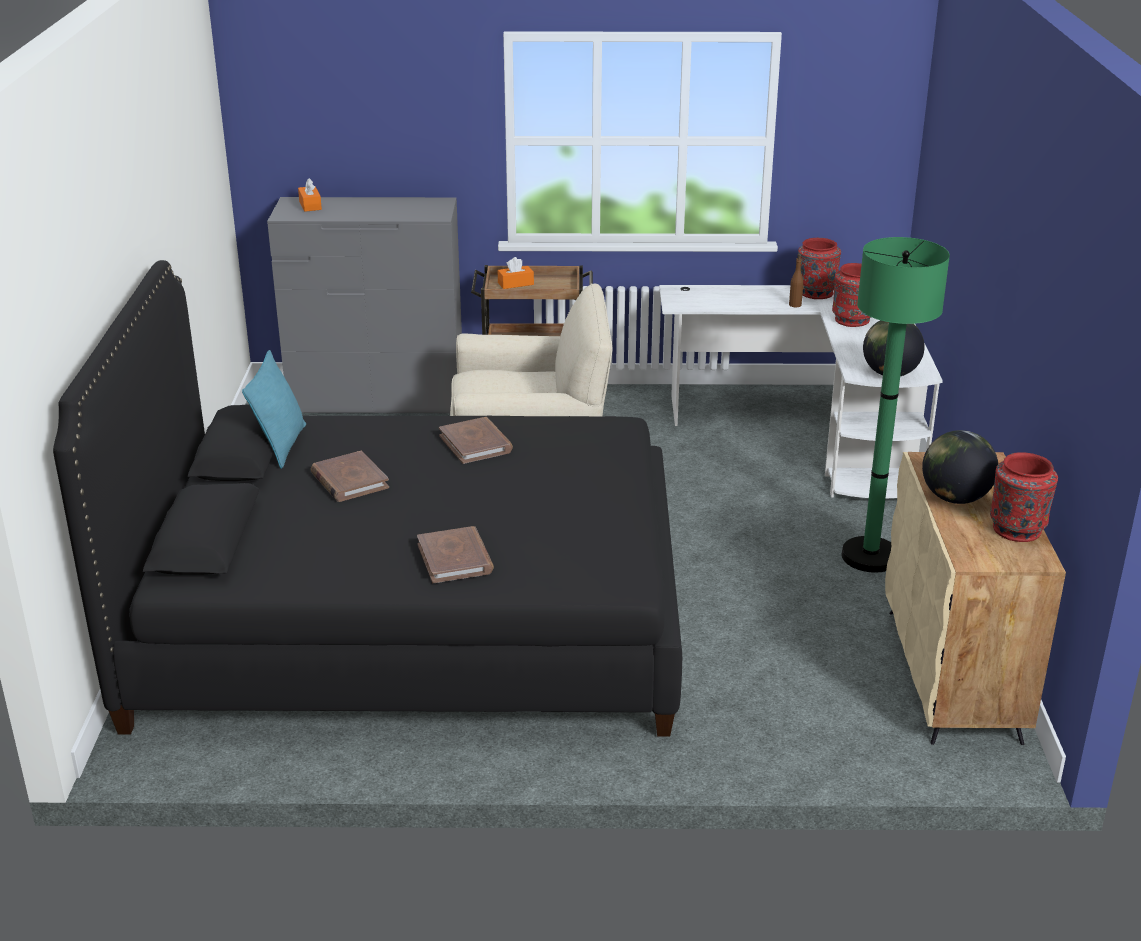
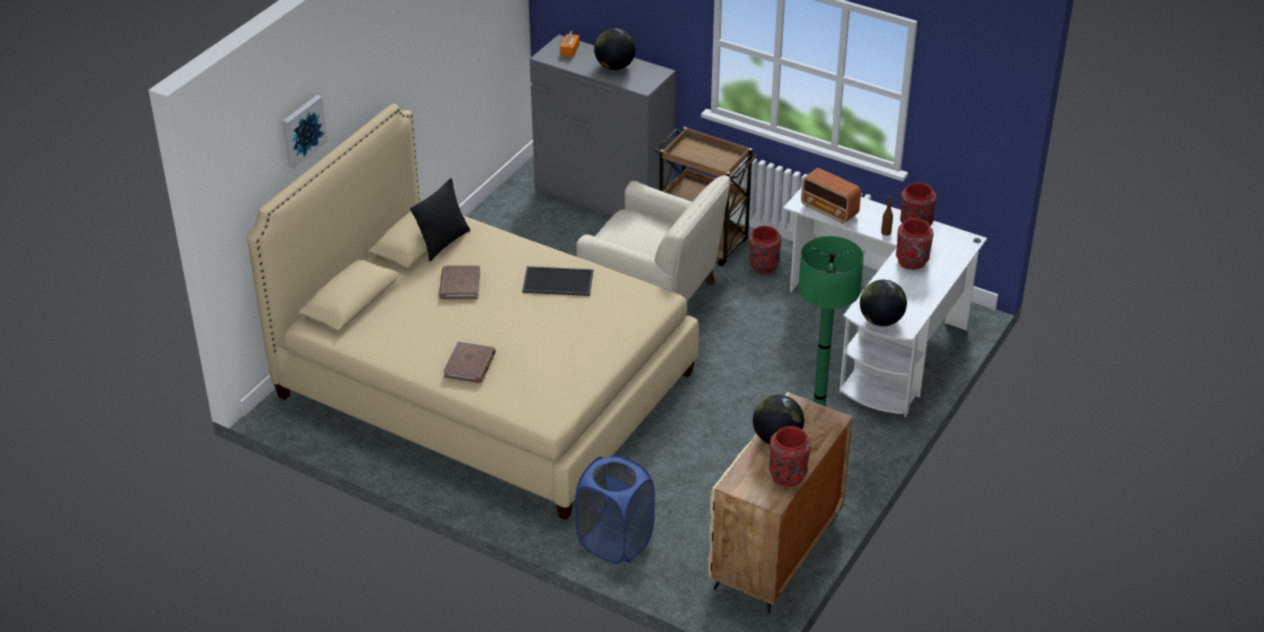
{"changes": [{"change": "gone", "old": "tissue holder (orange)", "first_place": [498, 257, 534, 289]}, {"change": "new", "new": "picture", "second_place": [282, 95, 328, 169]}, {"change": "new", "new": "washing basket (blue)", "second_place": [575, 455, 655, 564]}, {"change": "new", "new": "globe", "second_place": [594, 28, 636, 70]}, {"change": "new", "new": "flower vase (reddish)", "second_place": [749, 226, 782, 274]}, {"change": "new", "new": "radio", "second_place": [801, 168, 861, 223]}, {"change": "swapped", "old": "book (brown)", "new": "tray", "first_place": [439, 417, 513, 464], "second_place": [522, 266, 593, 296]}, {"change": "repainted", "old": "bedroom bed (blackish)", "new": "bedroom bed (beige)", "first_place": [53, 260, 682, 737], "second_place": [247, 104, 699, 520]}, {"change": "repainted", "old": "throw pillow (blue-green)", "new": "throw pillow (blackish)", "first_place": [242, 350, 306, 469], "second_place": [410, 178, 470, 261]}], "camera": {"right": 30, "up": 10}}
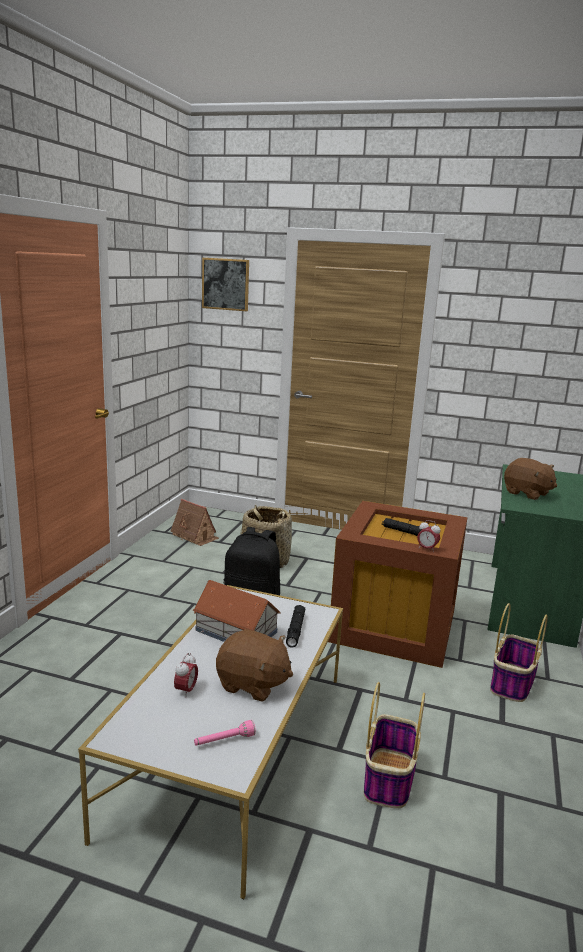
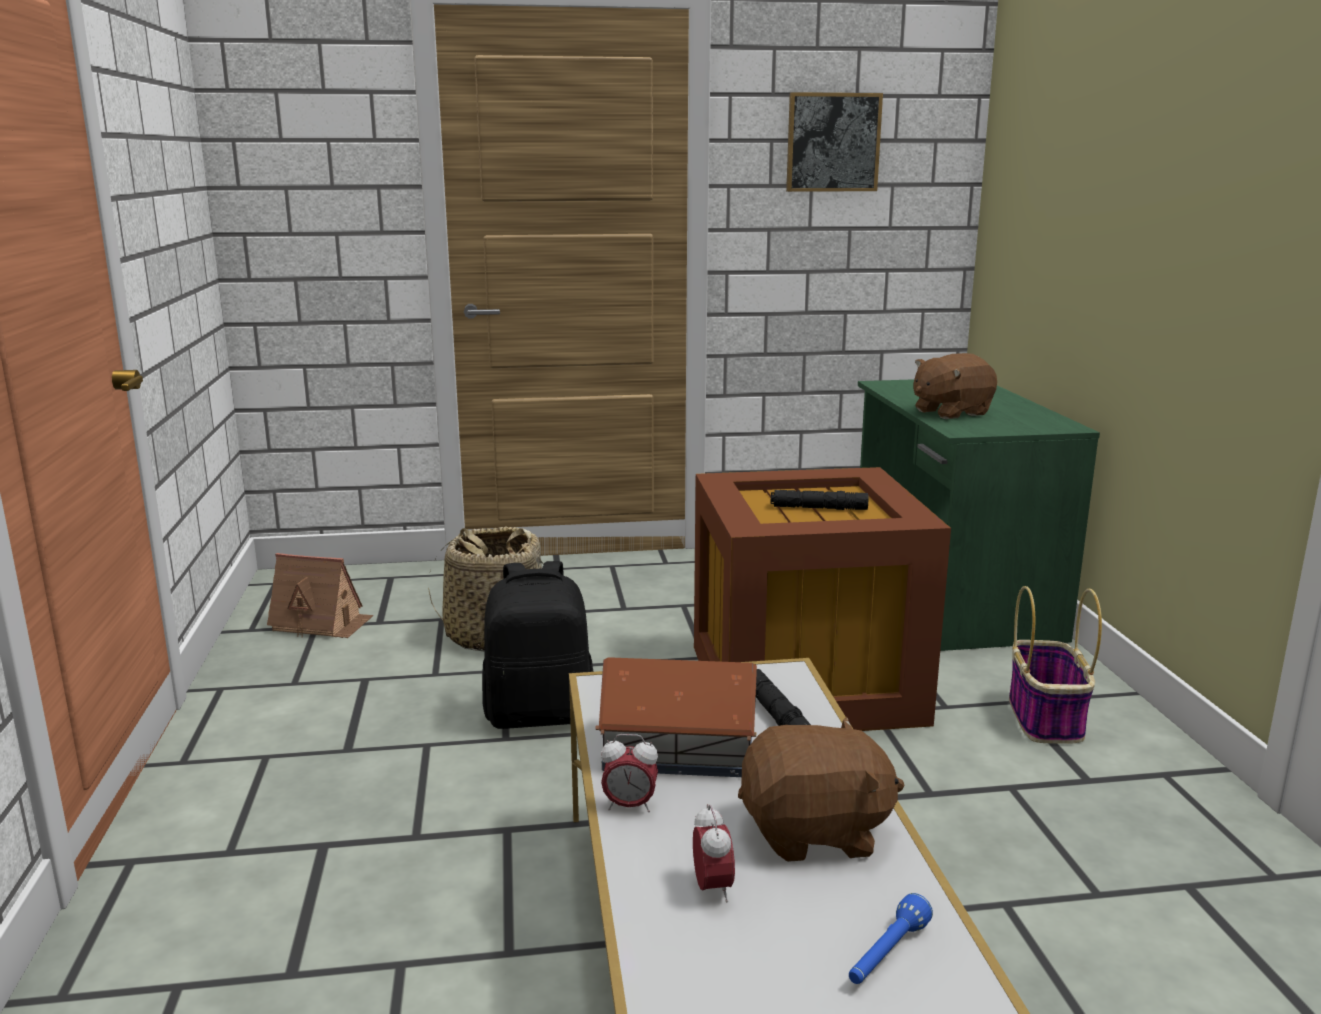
{"changes": [{"change": "gone", "old": "storage basket", "first_place": [364, 682, 425, 808]}, {"change": "shifted", "old": "picture", "first_place": [202, 258, 249, 311], "second_place": [786, 92, 883, 192]}, {"change": "shifted", "old": "alarm clock", "first_place": [417, 520, 441, 552], "second_place": [601, 734, 658, 812]}, {"change": "repainted", "old": "flashlight (pink)", "new": "flashlight (blue)", "first_place": [194, 720, 256, 746], "second_place": [849, 893, 933, 984]}, {"change": "rotated", "old": "plush toy (brown)", "first_place": [504, 458, 557, 500], "second_place": [913, 353, 997, 419], "degrees": 135}], "camera": {"right": -25, "up": 0}}
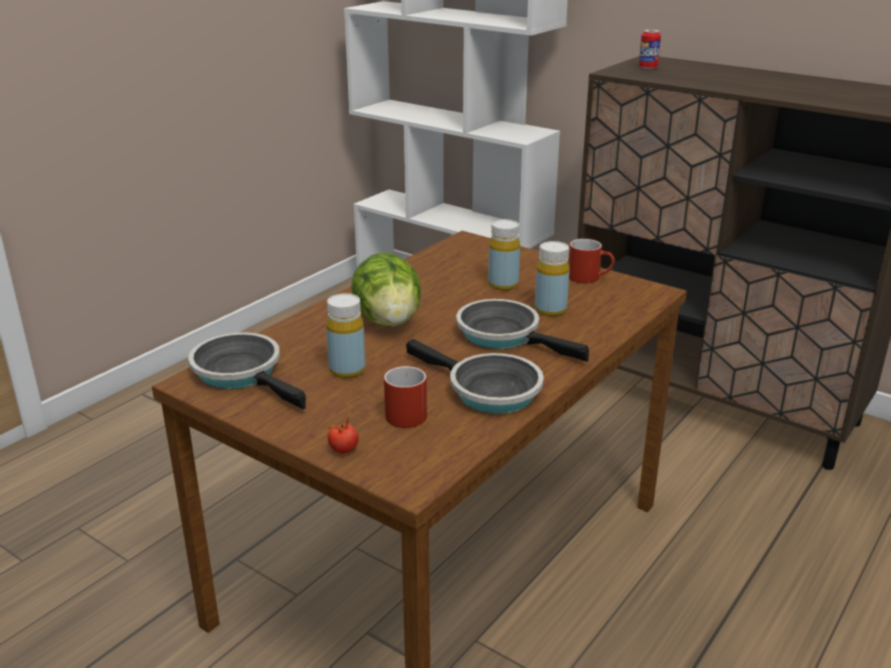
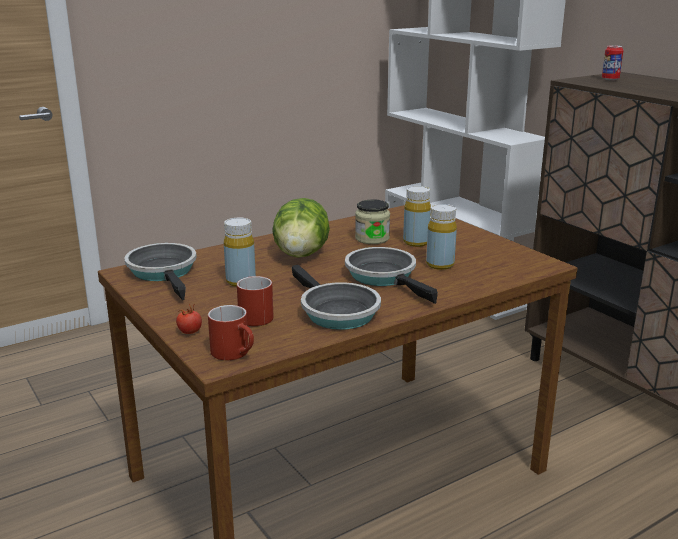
{"changes": [{"change": "new", "new": "jar", "second_place": [355, 199, 390, 244]}, {"change": "shifted", "old": "coffee mug (reddish)", "first_place": [568, 239, 615, 283], "second_place": [208, 305, 254, 360]}], "camera": {"right": 20, "up": -5}}
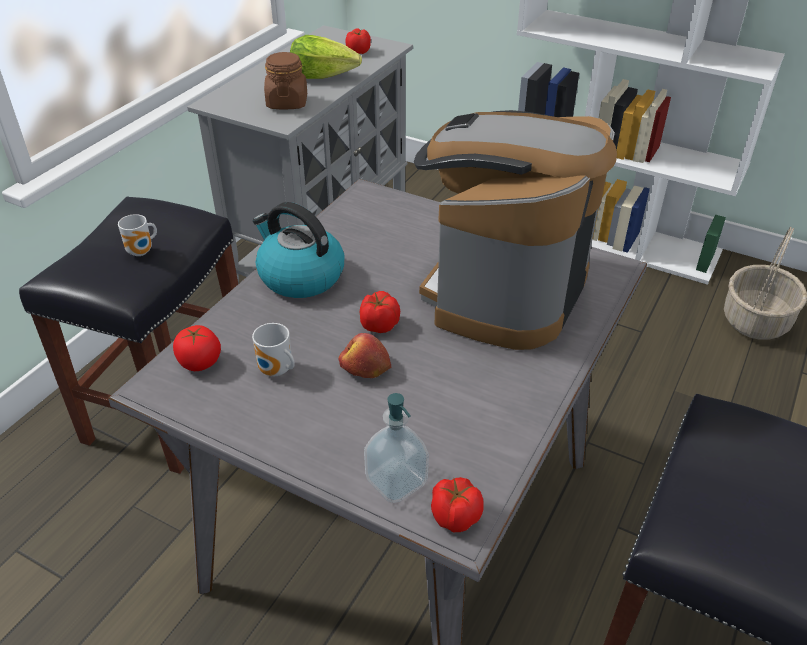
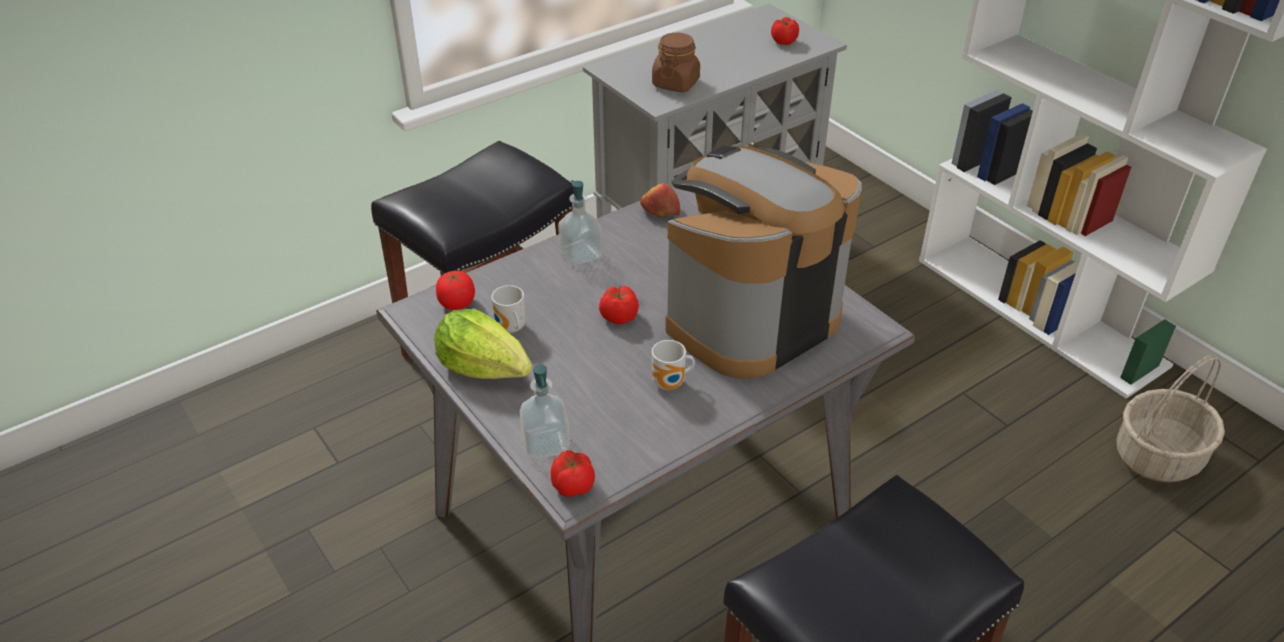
{"changes": [{"change": "shifted", "old": "coffee mug", "first_place": [118, 214, 157, 256], "second_place": [652, 340, 695, 390]}, {"change": "shifted", "old": "lettuce head", "first_place": [290, 35, 362, 79], "second_place": [434, 309, 532, 379]}, {"change": "shifted", "old": "apple", "first_place": [339, 333, 391, 378], "second_place": [640, 183, 680, 217]}, {"change": "swapped", "old": "kettle", "new": "soap bottle", "first_place": [253, 202, 345, 298], "second_place": [558, 180, 602, 266]}], "camera": {"right": 25, "up": 0}}
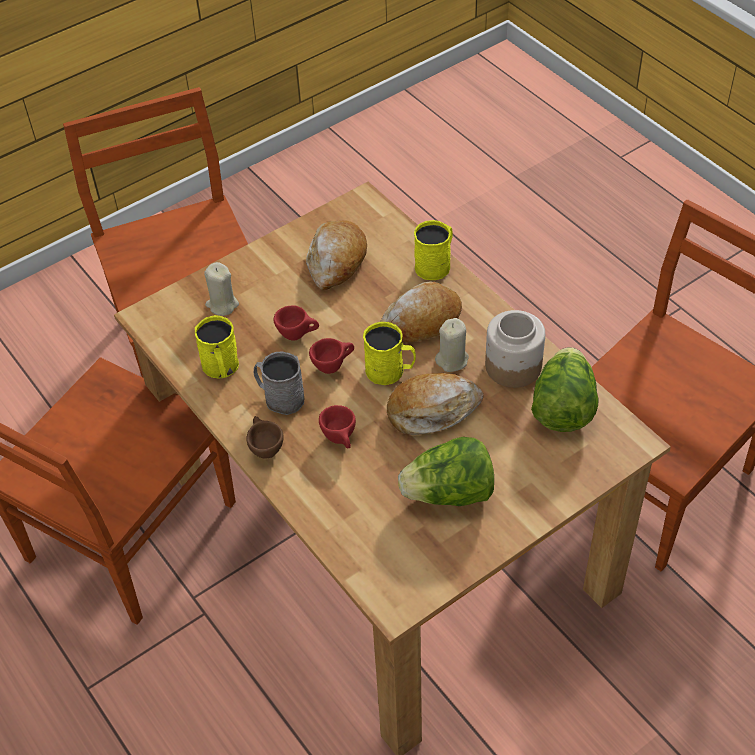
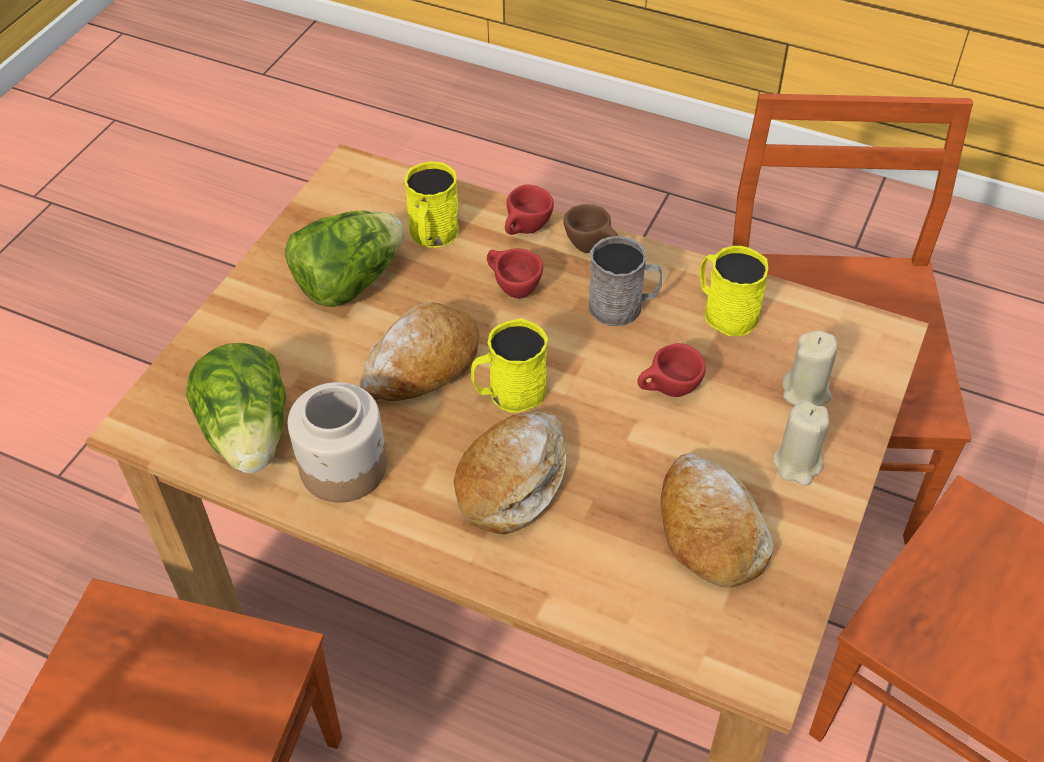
{"changes": [{"change": "shifted", "old": "small cup (reddish)", "first_place": [309, 338, 354, 374], "second_place": [505, 184, 554, 235]}, {"change": "shifted", "old": "coffee mug (yellow-coloured)", "first_place": [414, 220, 453, 280], "second_place": [405, 161, 459, 248]}, {"change": "shifted", "old": "wax light (beige)", "first_place": [435, 318, 469, 372], "second_place": [773, 400, 829, 486]}], "camera": {"right": 150, "up": 0}}
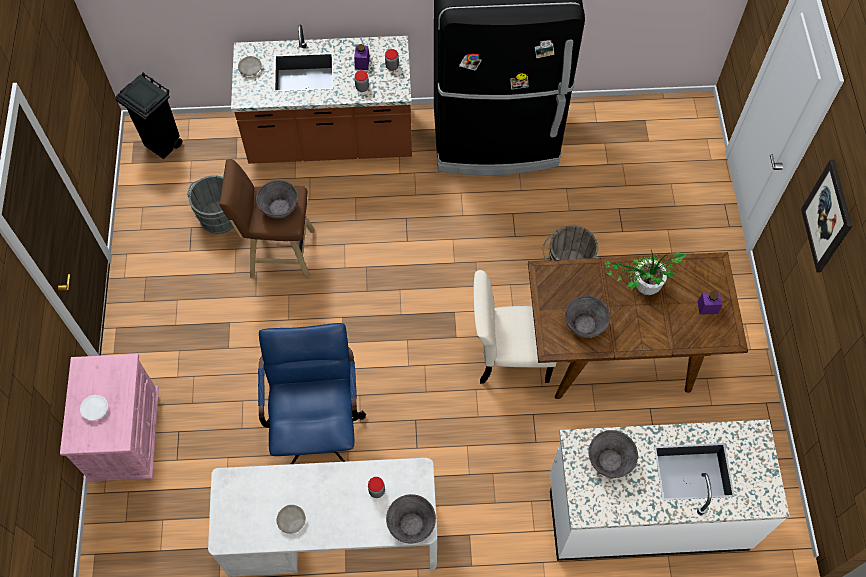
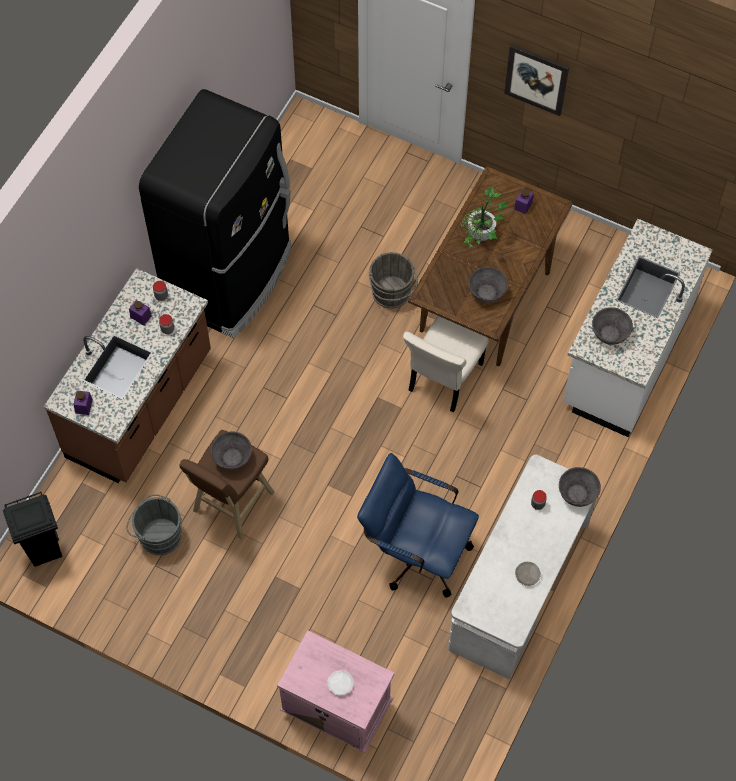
{"changes": [{"change": "swapped", "old": "dinner plate (beige)", "new": "jar (purple-coloured)", "first_place": [238, 56, 262, 76], "second_place": [73, 390, 93, 415]}], "camera": {"right": -60, "up": 0}}
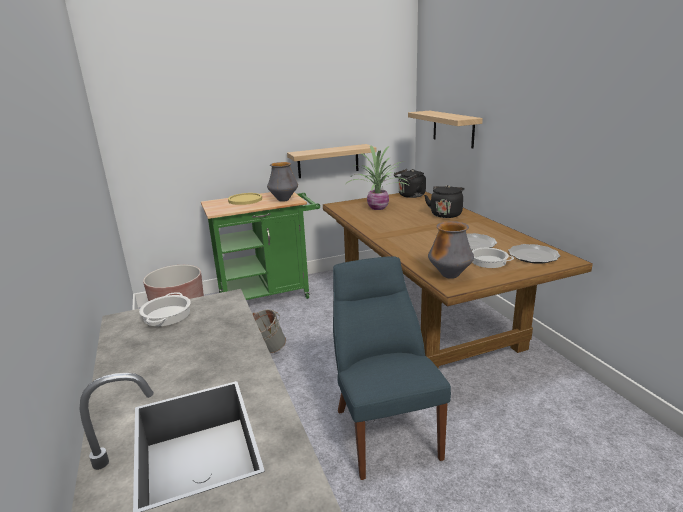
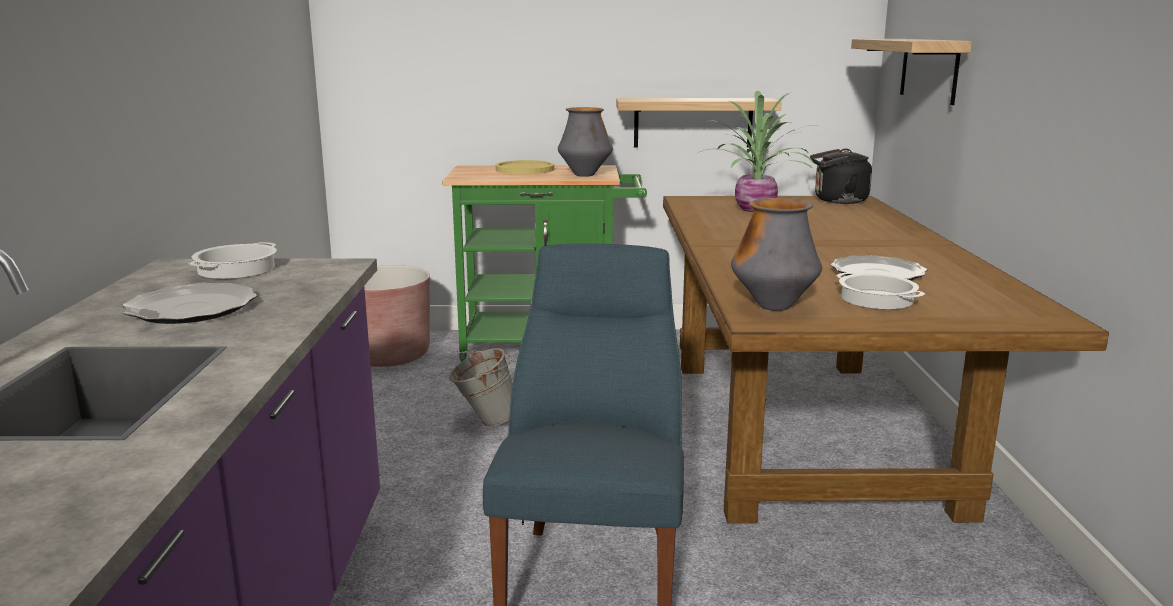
{"changes": [{"change": "gone", "old": "kettle (blackish)", "first_place": [424, 185, 465, 218]}, {"change": "shifted", "old": "dinner plate", "first_place": [508, 244, 561, 264], "second_place": [122, 283, 257, 324]}], "camera": {"right": 20, "up": -5}}
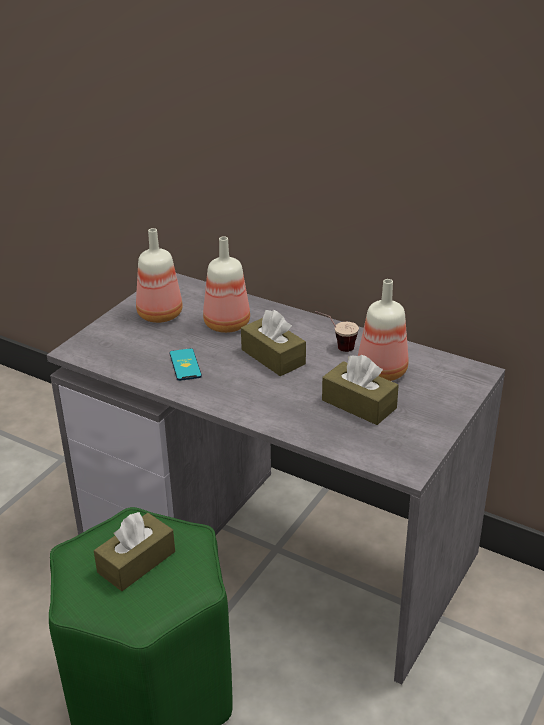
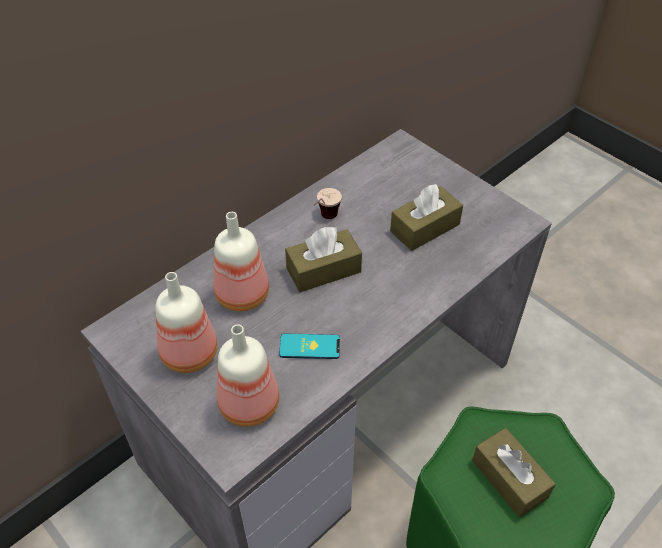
{"changes": [{"change": "shifted", "old": "beverage bottle", "first_place": [358, 279, 408, 381], "second_place": [217, 325, 279, 427]}], "camera": {"right": -75, "up": 15}}
